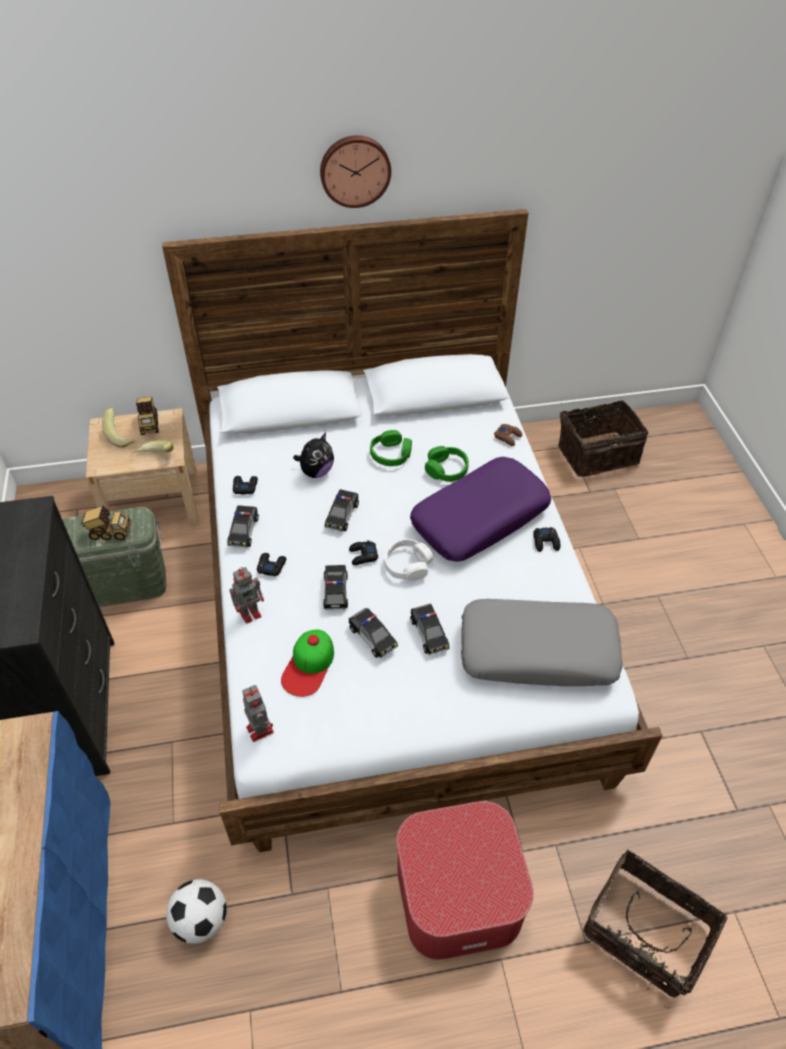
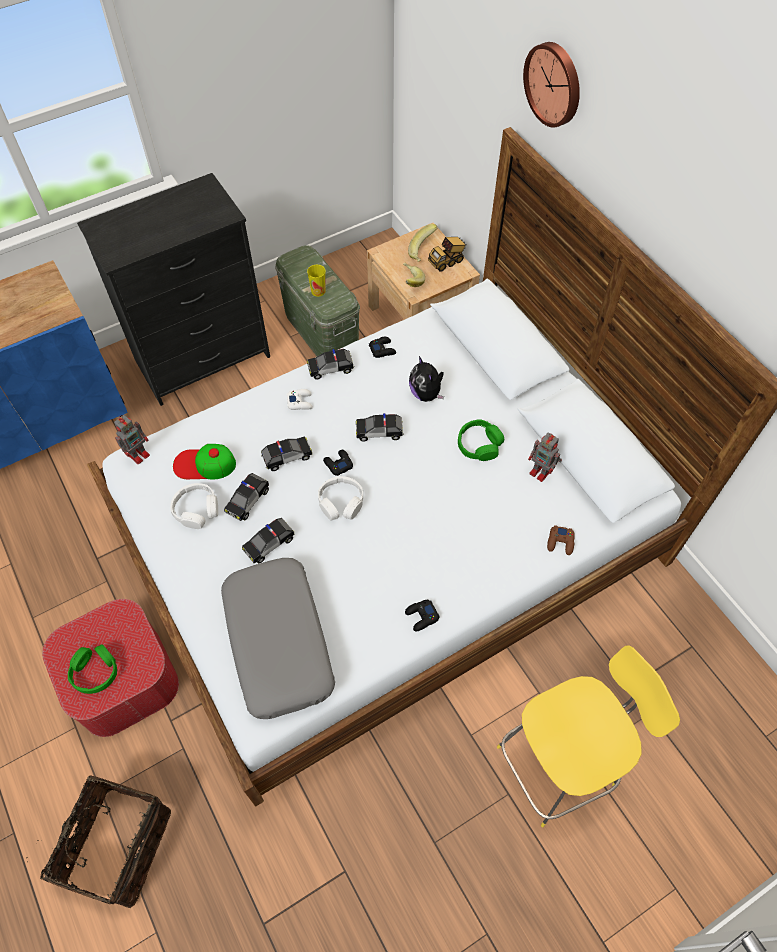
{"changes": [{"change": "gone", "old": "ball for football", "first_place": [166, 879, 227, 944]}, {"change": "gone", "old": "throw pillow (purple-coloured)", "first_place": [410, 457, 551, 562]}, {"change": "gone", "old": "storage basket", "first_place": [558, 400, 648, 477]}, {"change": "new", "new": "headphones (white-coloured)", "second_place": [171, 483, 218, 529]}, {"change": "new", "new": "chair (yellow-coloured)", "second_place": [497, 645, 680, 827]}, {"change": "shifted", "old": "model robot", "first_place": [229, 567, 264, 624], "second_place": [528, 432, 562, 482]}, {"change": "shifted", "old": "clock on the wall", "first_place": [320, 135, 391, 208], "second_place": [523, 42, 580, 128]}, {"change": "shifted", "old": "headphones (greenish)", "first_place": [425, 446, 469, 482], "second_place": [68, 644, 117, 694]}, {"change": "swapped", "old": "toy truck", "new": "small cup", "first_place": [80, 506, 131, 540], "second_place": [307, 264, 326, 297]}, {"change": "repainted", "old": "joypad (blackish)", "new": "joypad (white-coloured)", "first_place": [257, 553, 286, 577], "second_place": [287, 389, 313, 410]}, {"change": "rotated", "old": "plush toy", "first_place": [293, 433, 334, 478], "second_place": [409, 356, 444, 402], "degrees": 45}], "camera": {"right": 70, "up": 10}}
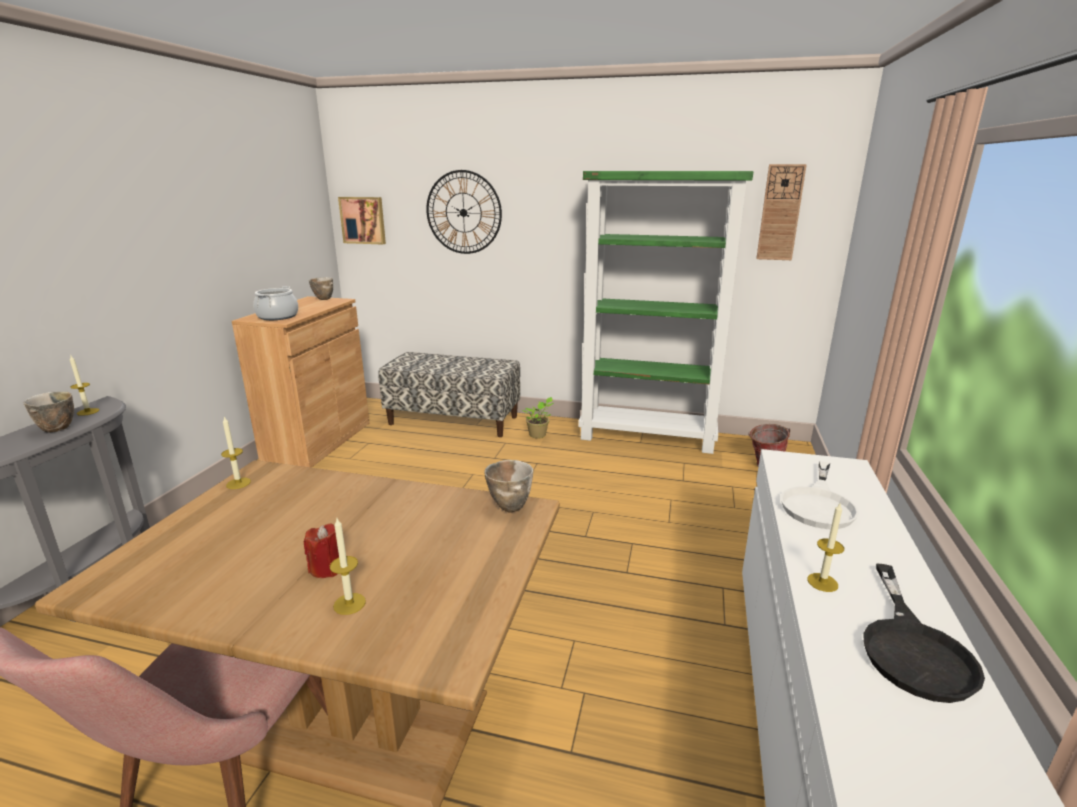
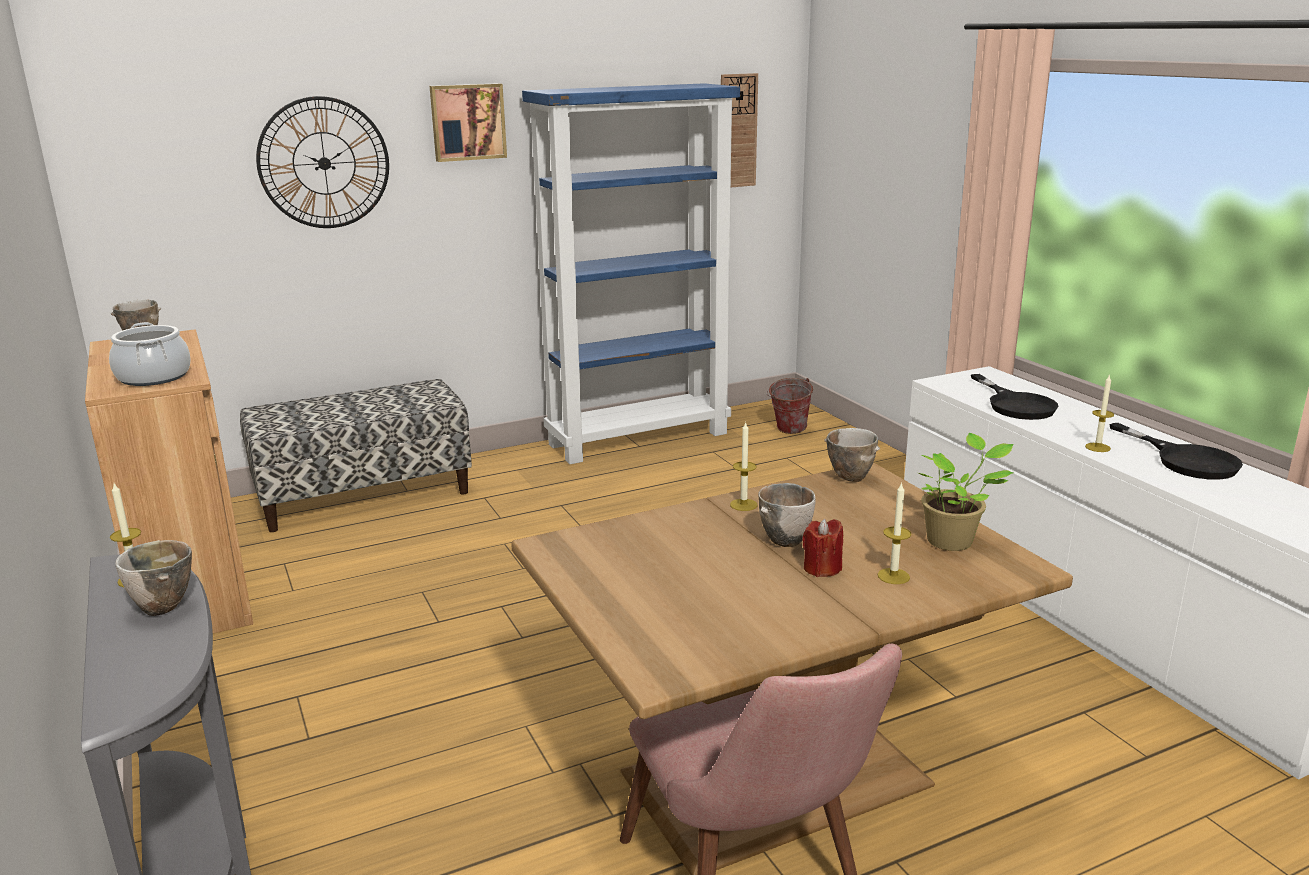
{"changes": [{"change": "new", "new": "deep dish", "second_place": [758, 483, 816, 547]}, {"change": "shifted", "old": "wax light", "first_place": [221, 417, 251, 489], "second_place": [730, 422, 758, 511]}, {"change": "shifted", "old": "picture", "first_place": [338, 197, 386, 245], "second_place": [430, 83, 507, 162]}, {"change": "shifted", "old": "houseplant", "first_place": [521, 397, 554, 438], "second_place": [919, 433, 1013, 551]}, {"change": "repainted", "old": "bookshelf (greenish)", "new": "bookshelf (blue)", "first_place": [578, 171, 753, 454], "second_place": [522, 83, 740, 464]}, {"change": "repainted", "old": "pan (white-coloured)", "new": "pan (blackish)", "first_place": [781, 461, 859, 529], "second_place": [971, 374, 1059, 420]}], "camera": {"right": -40, "up": 0}}
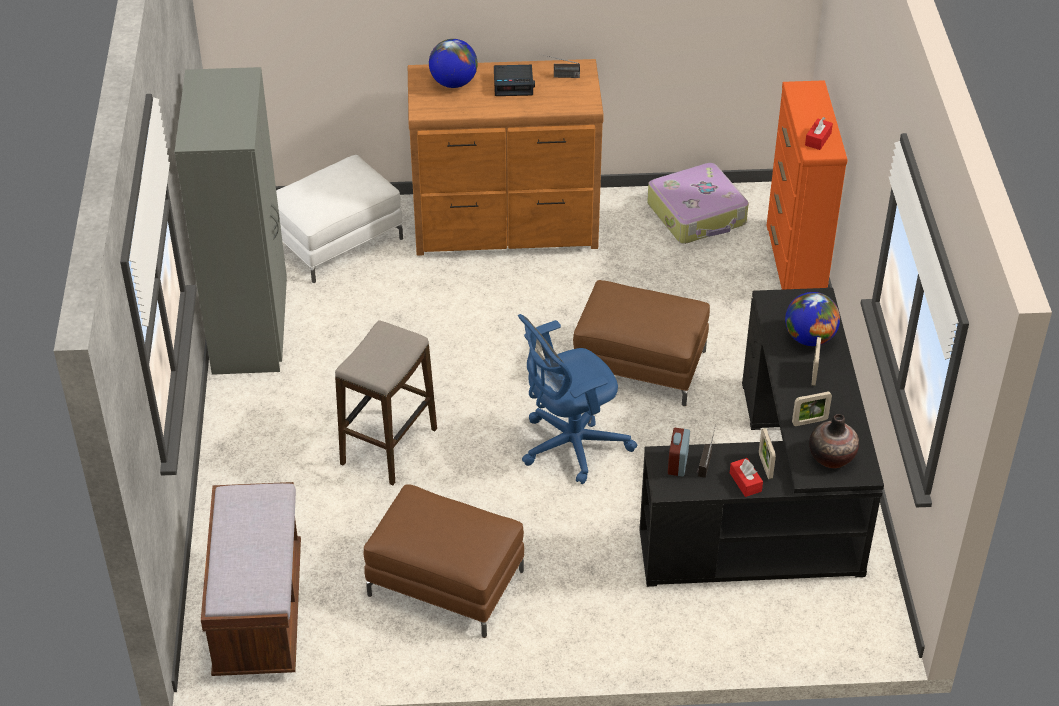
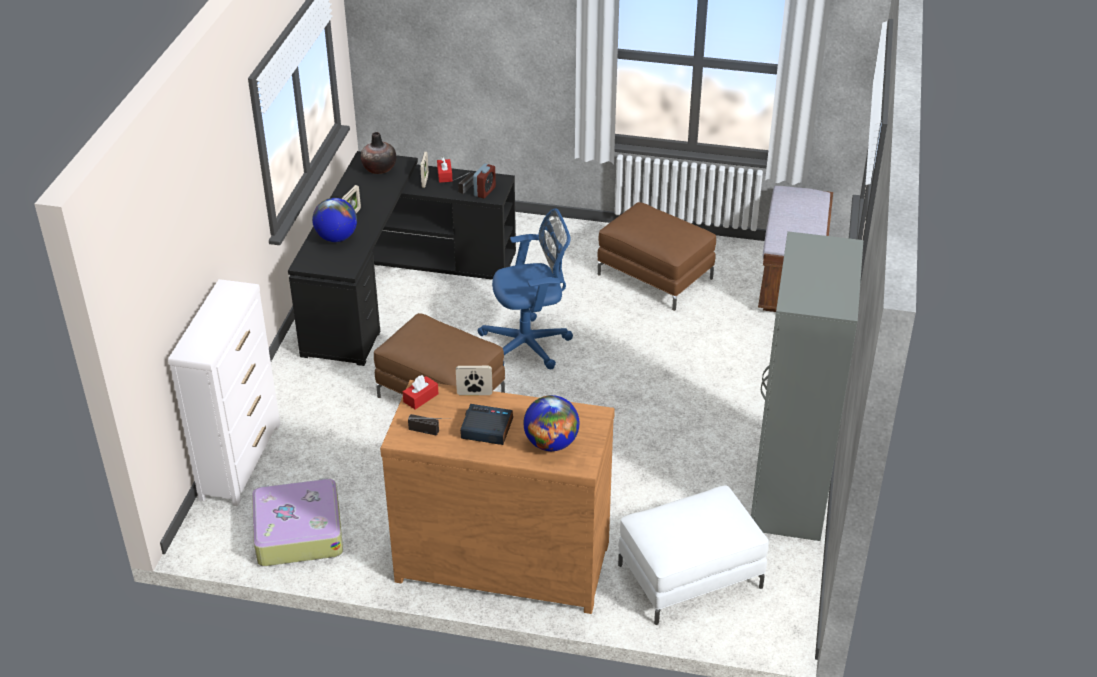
{"changes": [{"change": "gone", "old": "stool", "first_place": [335, 320, 437, 486]}, {"change": "shifted", "old": "picture frame", "first_place": [792, 391, 832, 426], "second_place": [456, 366, 492, 395]}, {"change": "shifted", "old": "tissue holder (reddish)", "first_place": [805, 117, 833, 150], "second_place": [403, 375, 439, 410]}, {"change": "repainted", "old": "dresser (orange)", "new": "dresser (white-coloured)", "first_place": [766, 80, 848, 290], "second_place": [168, 279, 280, 506]}], "camera": {"right": -165, "up": -5}}
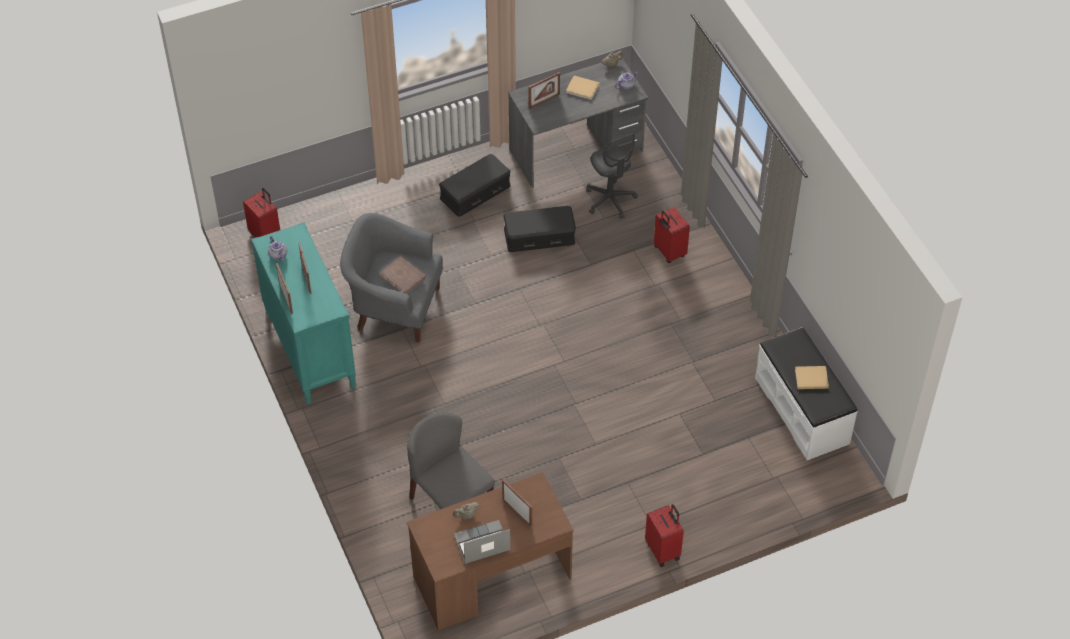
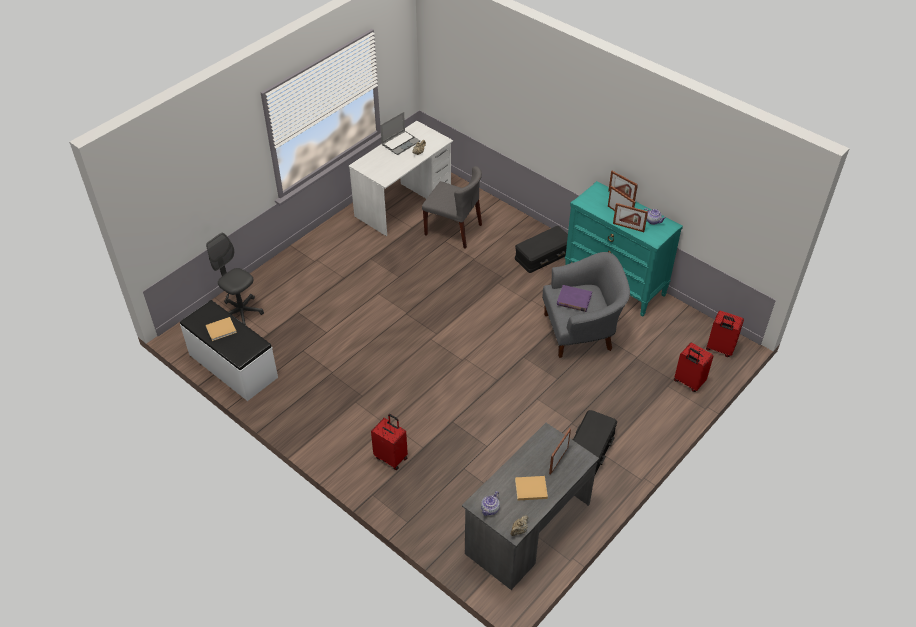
{"changes": [{"change": "shifted", "old": "picture frame", "first_place": [502, 479, 533, 527], "second_place": [613, 203, 648, 232]}, {"change": "shifted", "old": "storage bin (blackish)", "first_place": [503, 206, 576, 252], "second_place": [515, 226, 568, 273]}, {"change": "shifted", "old": "office chair (grey)", "first_place": [586, 134, 638, 219], "second_place": [206, 233, 264, 325]}, {"change": "shifted", "old": "piece of luggage (reddish)", "first_place": [645, 504, 684, 567], "second_place": [674, 343, 714, 392]}, {"change": "repainted", "old": "book (brown)", "new": "book (purple-coloured)", "first_place": [379, 256, 426, 293], "second_place": [557, 285, 592, 312]}, {"change": "repainted", "old": "desk unit (brown)", "new": "desk unit (white-coloured)", "first_place": [407, 472, 574, 631], "second_place": [349, 121, 453, 236]}], "camera": {"right": 155, "up": -5}}
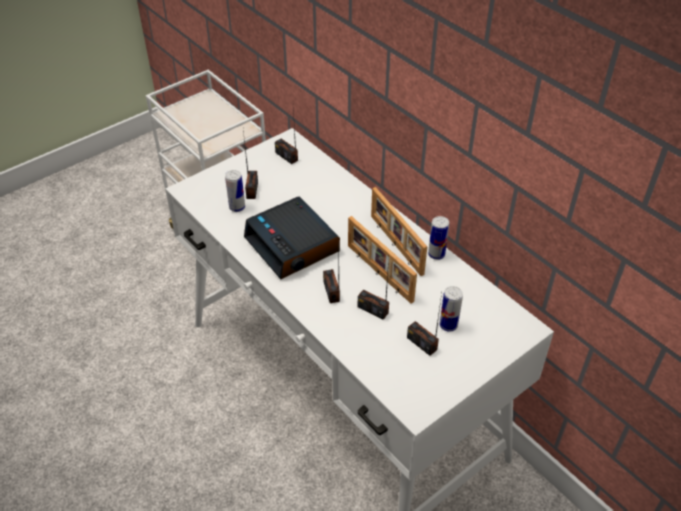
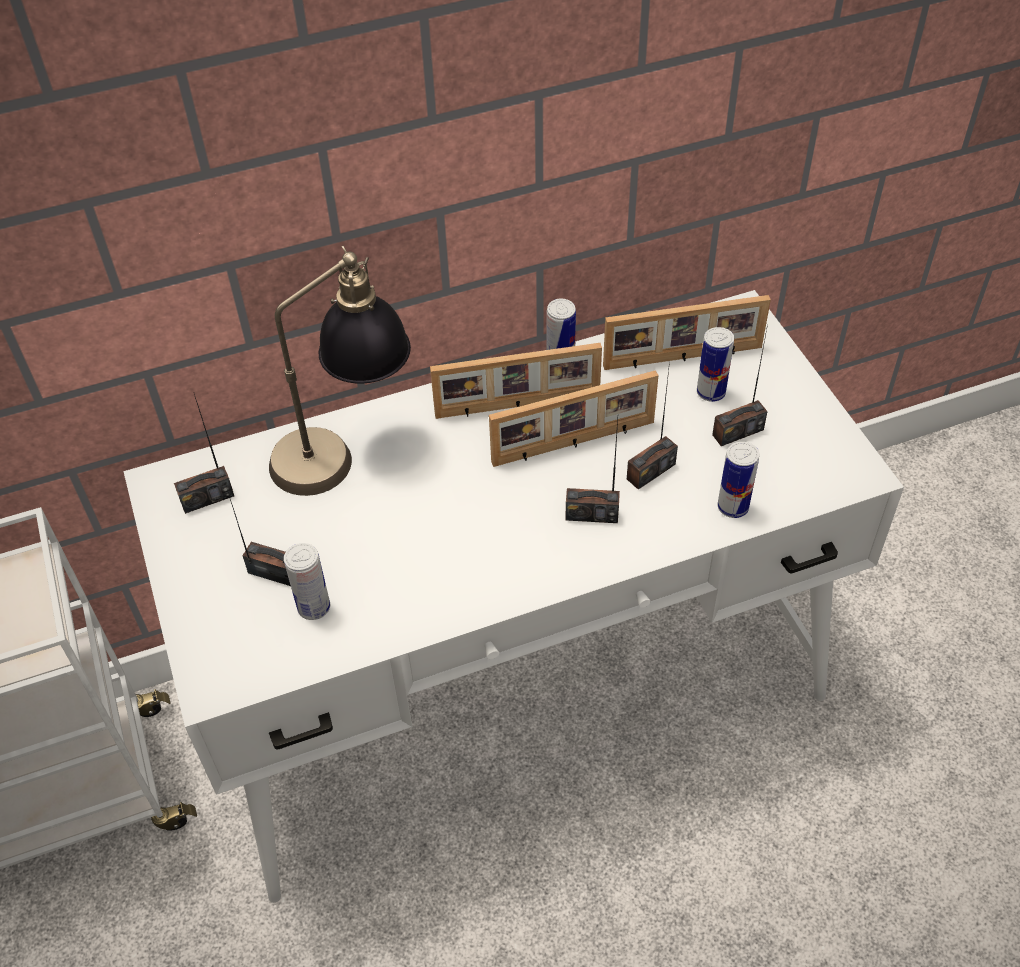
{"changes": [{"change": "gone", "old": "alarm clock", "first_place": [244, 196, 340, 279]}, {"change": "new", "new": "table lamp", "second_place": [269, 246, 411, 496]}, {"change": "new", "new": "picture frame", "second_place": [603, 295, 771, 370]}, {"change": "new", "new": "sealed can", "second_place": [717, 442, 759, 518]}], "camera": {"right": -70, "up": 5}}
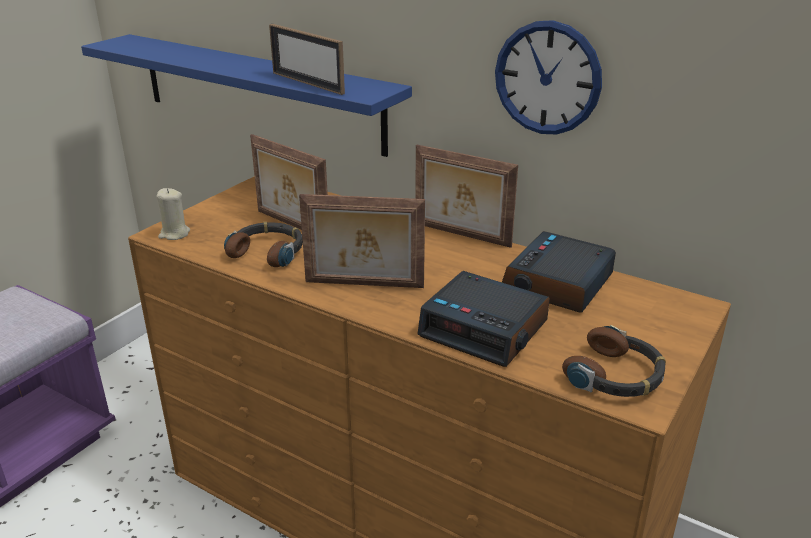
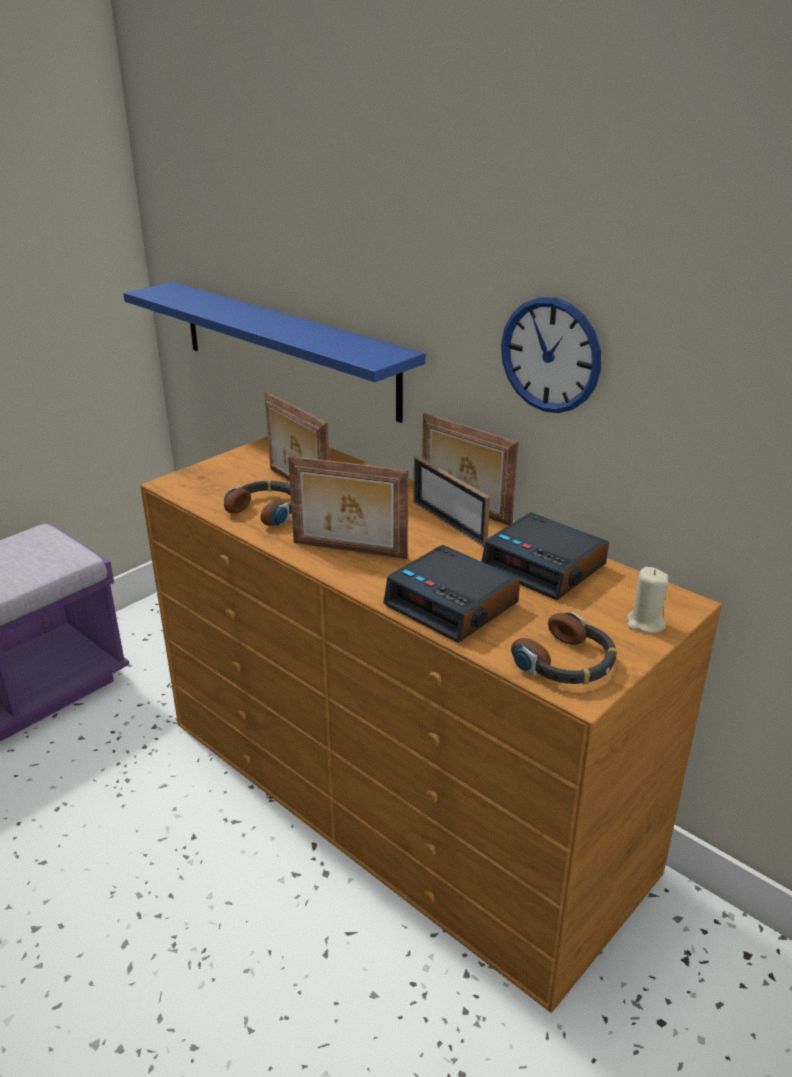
{"changes": [{"change": "shifted", "old": "wax light (beige)", "first_place": [157, 188, 190, 240], "second_place": [626, 567, 669, 633]}, {"change": "shifted", "old": "picture frame", "first_place": [269, 24, 345, 95], "second_place": [413, 456, 490, 547]}, {"change": "rotated", "old": "alarm clock", "first_place": [502, 231, 616, 313], "second_place": [481, 513, 609, 600], "degrees": -90}], "camera": {"right": 10, "up": 0}}
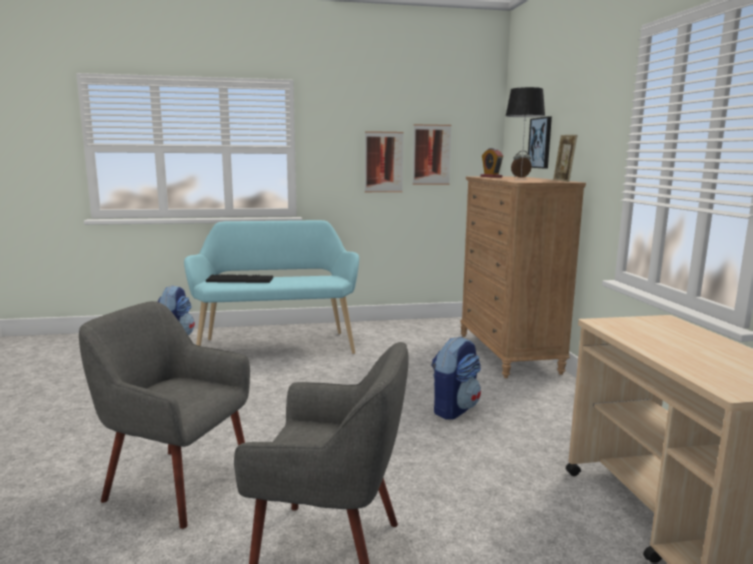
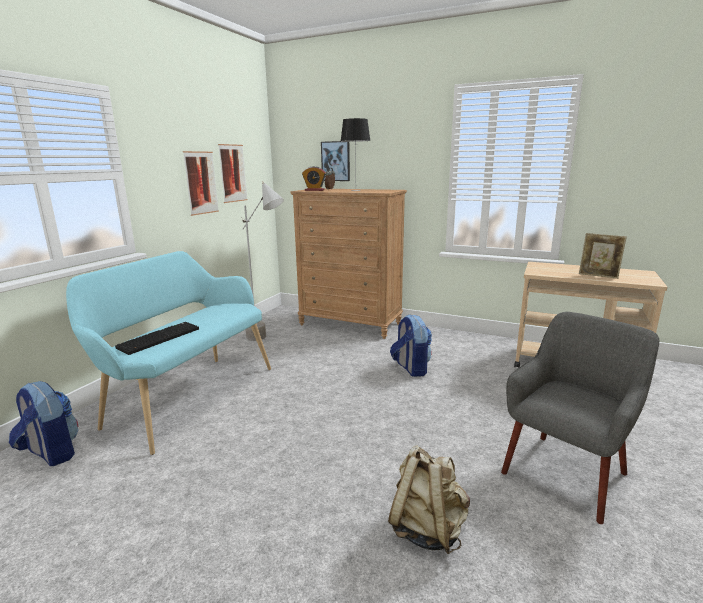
{"changes": [{"change": "new", "new": "standard lamp (grey)", "second_place": [241, 181, 284, 341]}, {"change": "shifted", "old": "picture frame", "first_place": [553, 135, 578, 182], "second_place": [579, 233, 627, 279]}, {"change": "swapped", "old": "easy chair (grey)", "new": "knapsack (beige)", "first_place": [79, 301, 250, 529], "second_place": [388, 445, 470, 554]}], "camera": {"right": -55, "up": 5}}
